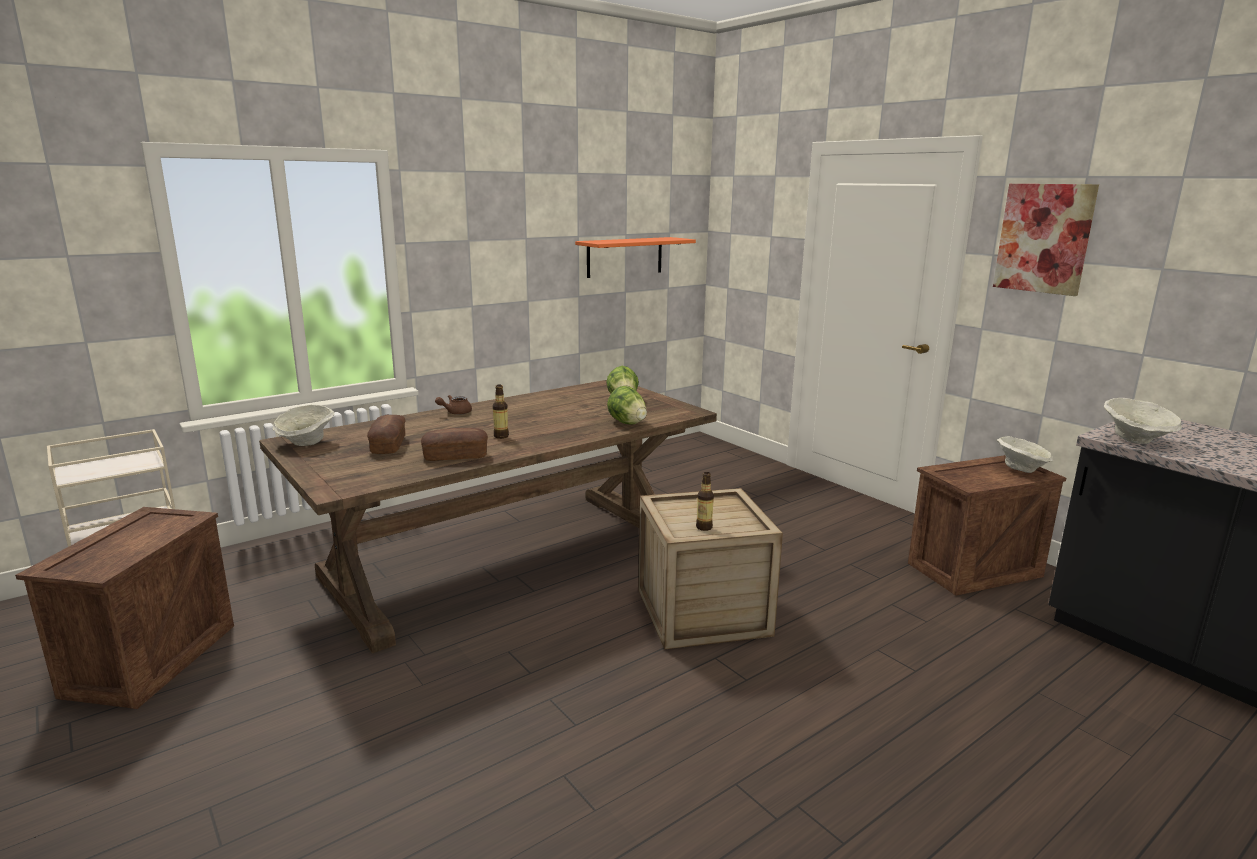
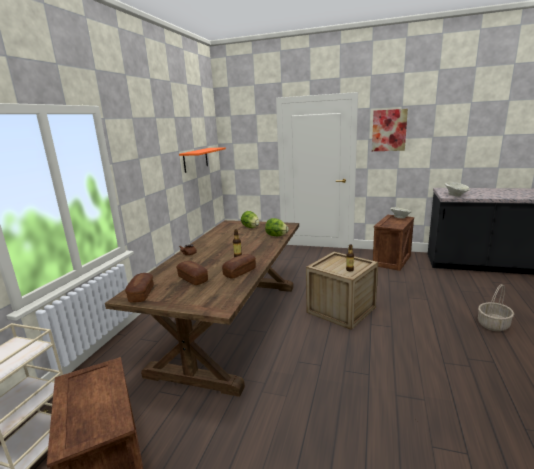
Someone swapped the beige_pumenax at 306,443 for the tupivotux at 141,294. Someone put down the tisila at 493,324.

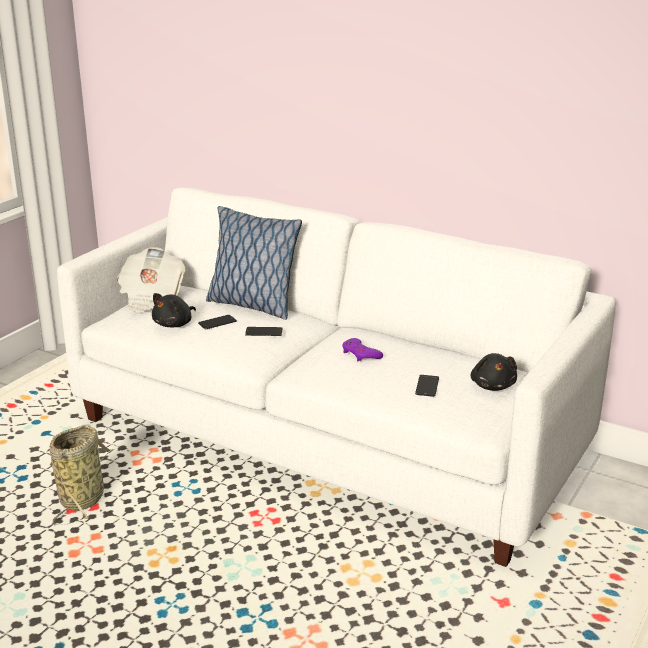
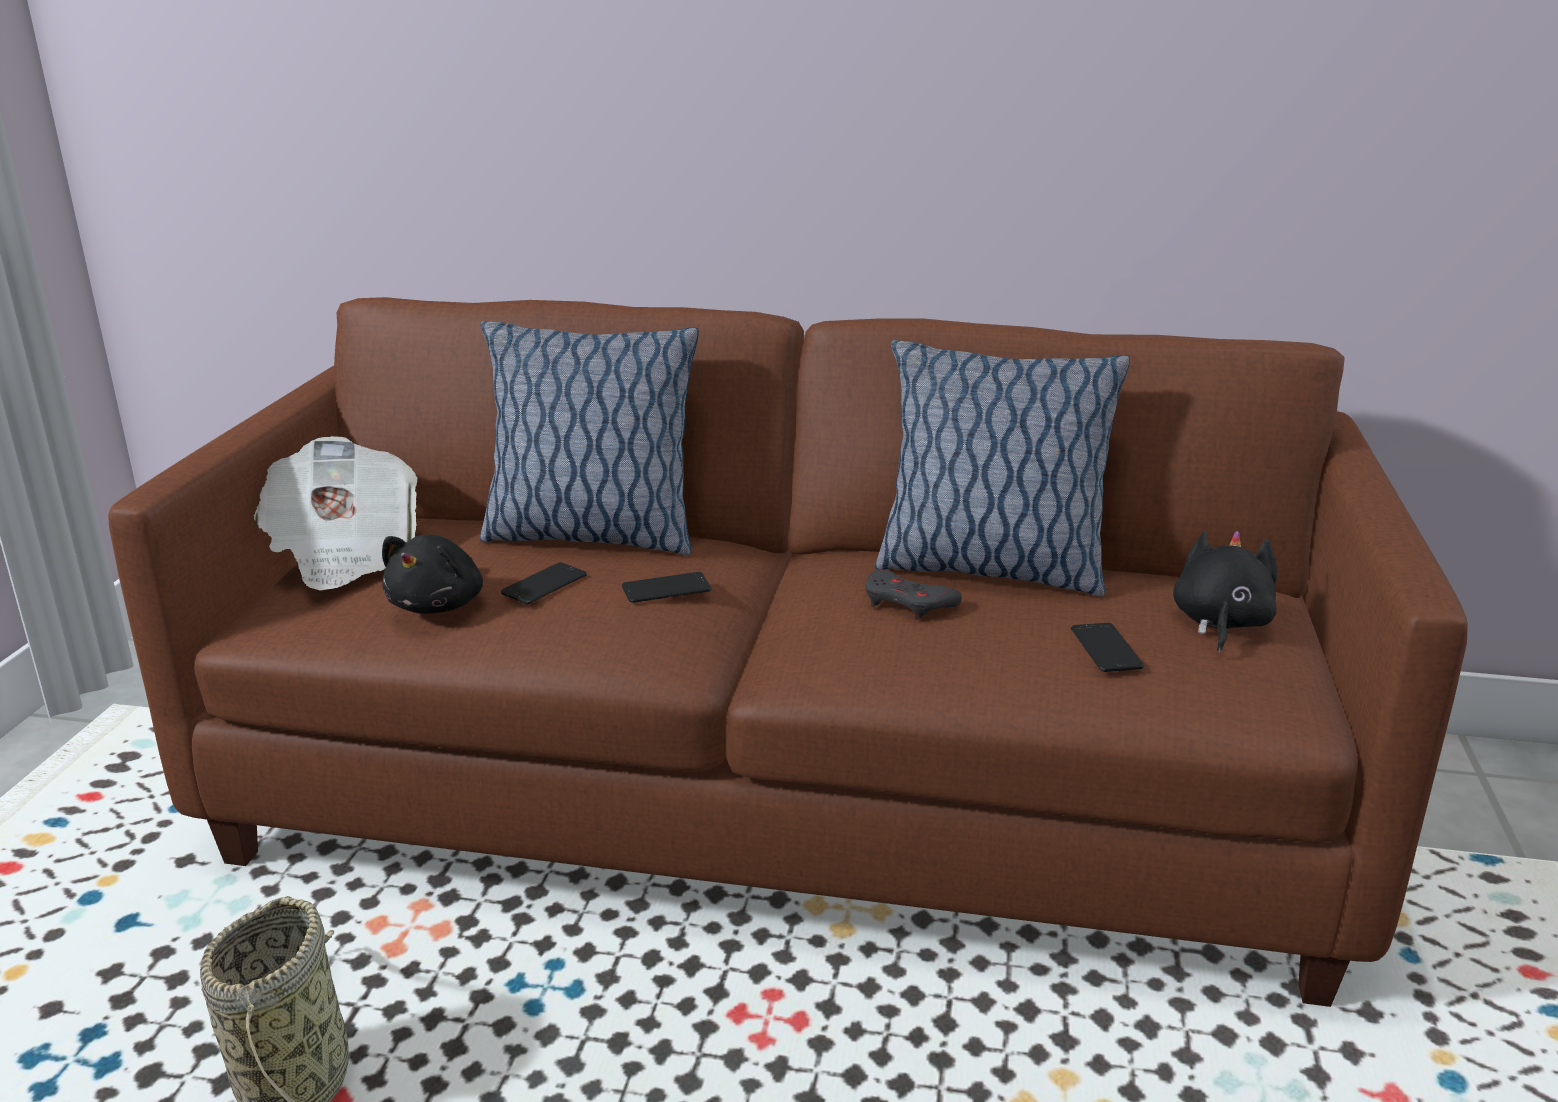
Someone repainted the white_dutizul at 325,438, which became the brown_dutizul at 781,795. Someone repainted the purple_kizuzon at 360,354, which became the grey_kizuzon at 908,602. Someone rotated the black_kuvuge at 493,385 by 135 degrees counterclockwise. Someone put down the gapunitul at 988,569.

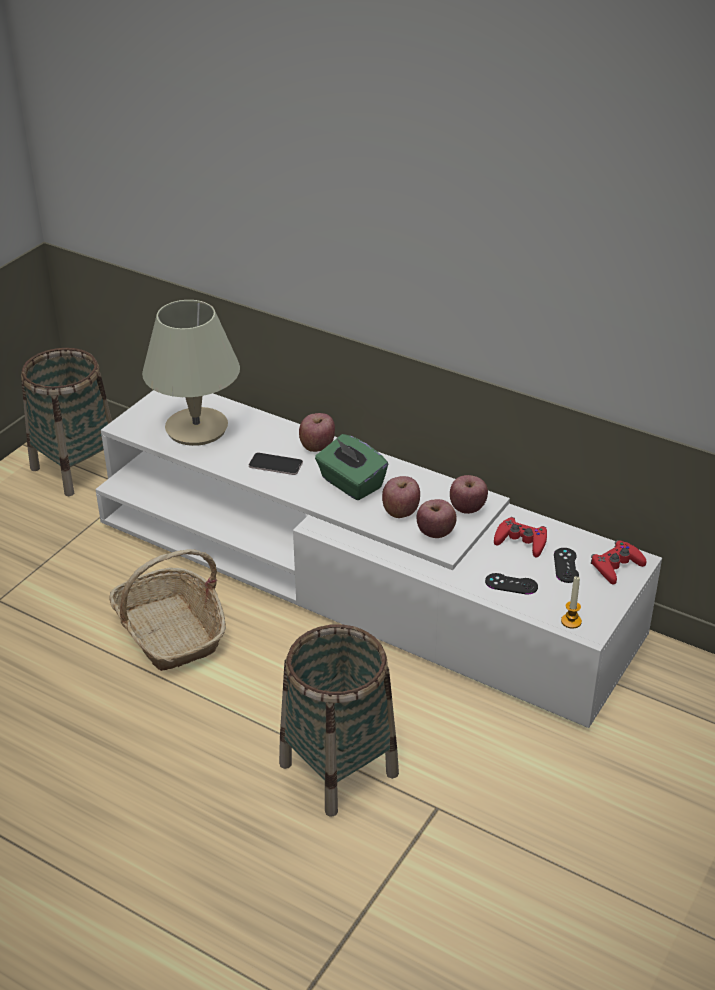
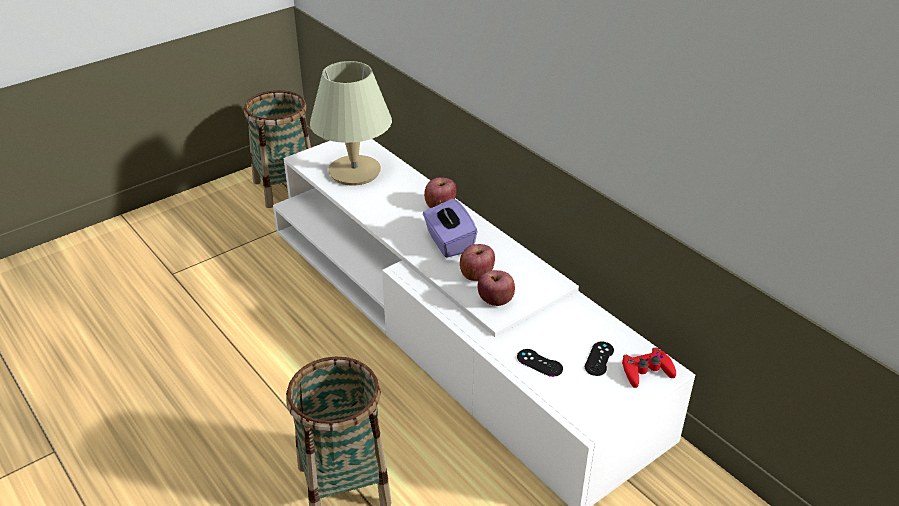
Someone repainted the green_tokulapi at 351,484, which became the purple_tokulapi at 449,242. Someone took away the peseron at 275,464. Someone took away the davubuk at 467,508. Someone took away the red_kizuzon at 521,541. Someone took away the tisila at 170,632. Someone took away the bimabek at 571,621.

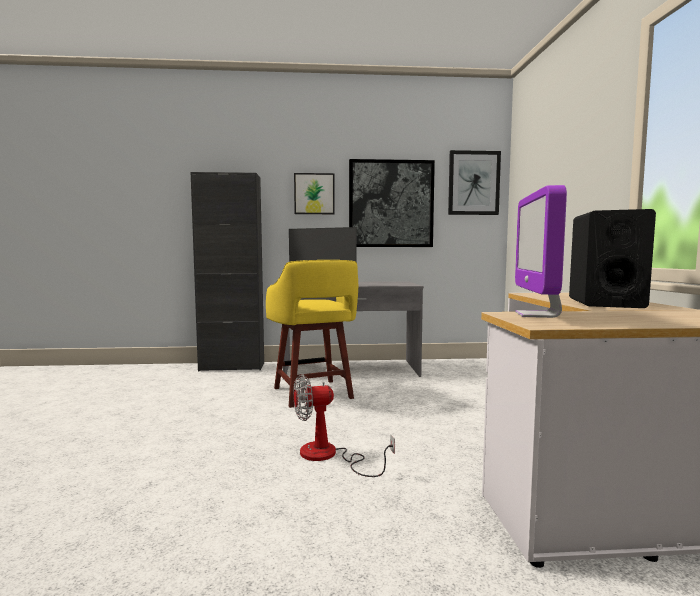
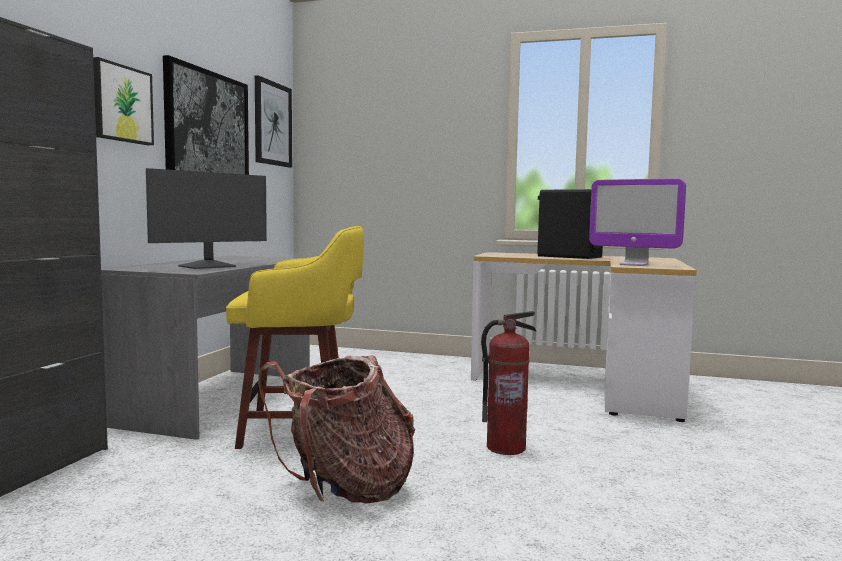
Someone swapped the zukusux at 329,456 for the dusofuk at 506,448. Someone put down the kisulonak at 345,489.

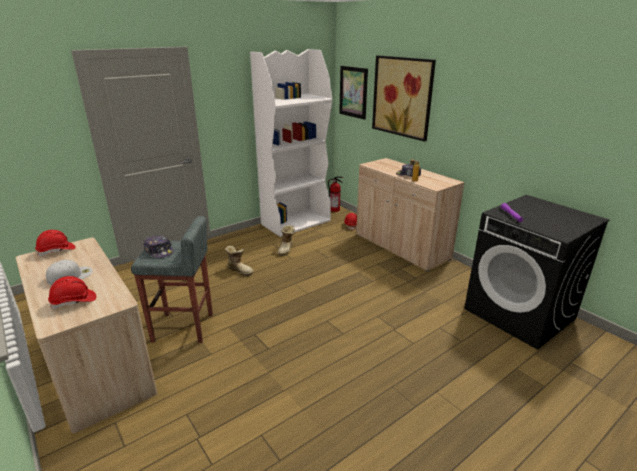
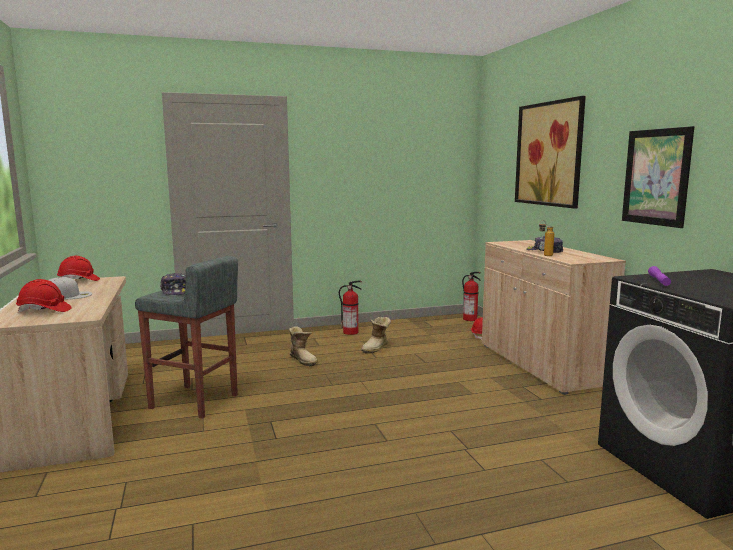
Someone took away the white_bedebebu at 296,222. Someone carried the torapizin from 353,92 to 656,177. Someone put down the dusofuk at 351,332.

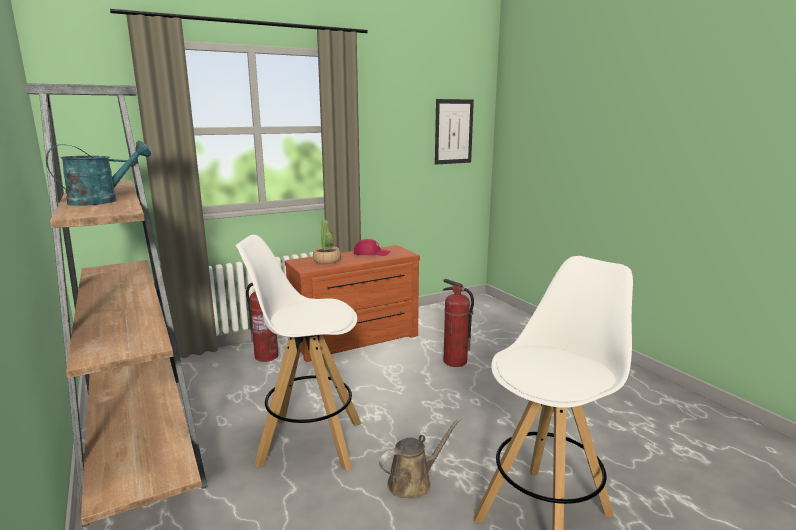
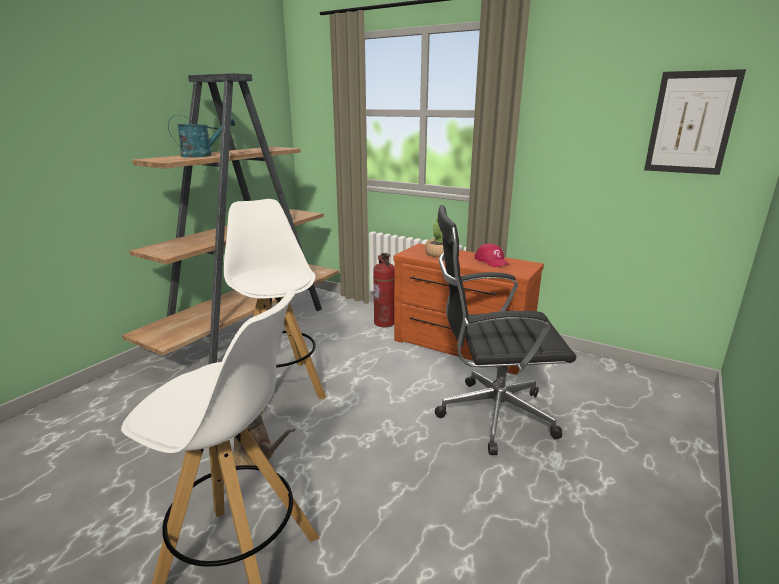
Someone rotated the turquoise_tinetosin at 102,201 by 45 degrees counterclockwise. Someone swapped the dusofuk at 455,361 for the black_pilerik at 490,415.

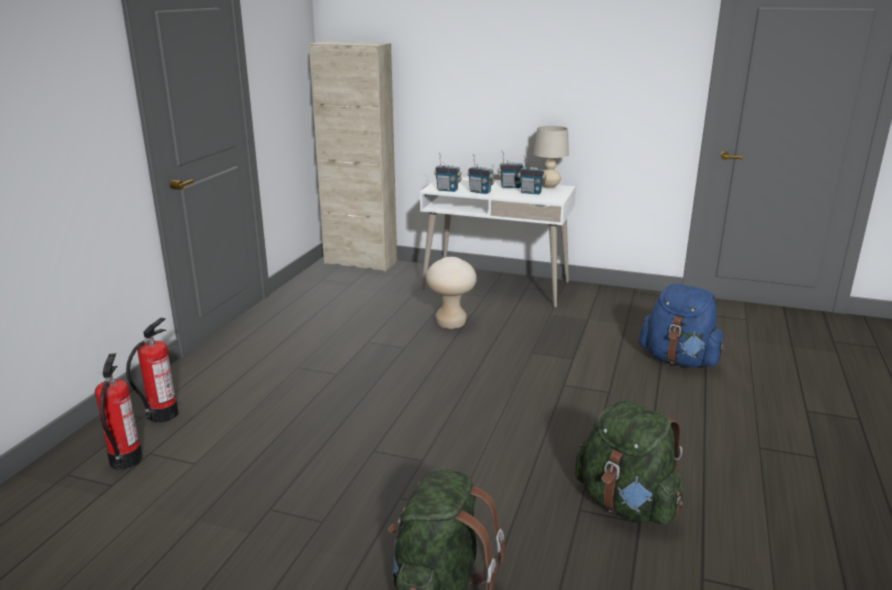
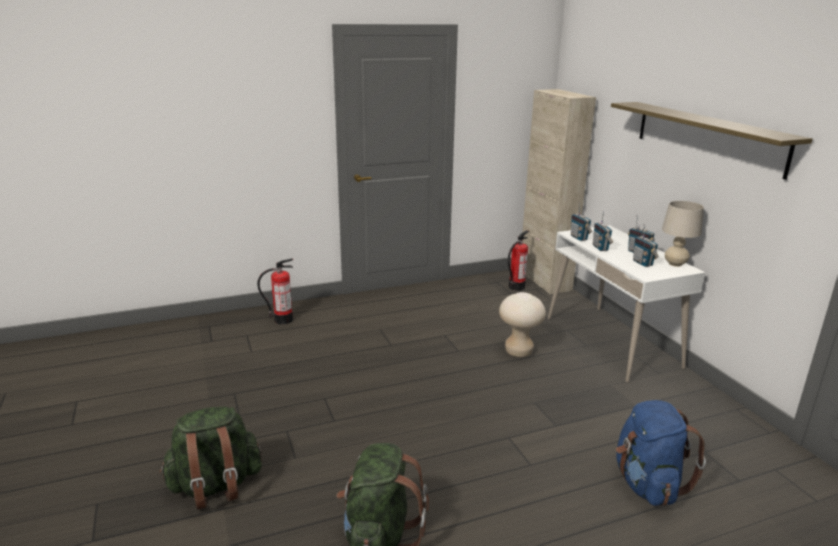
Someone carried the dusofuk from 125,460 to 516,287. Someone put up the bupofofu at 707,137.

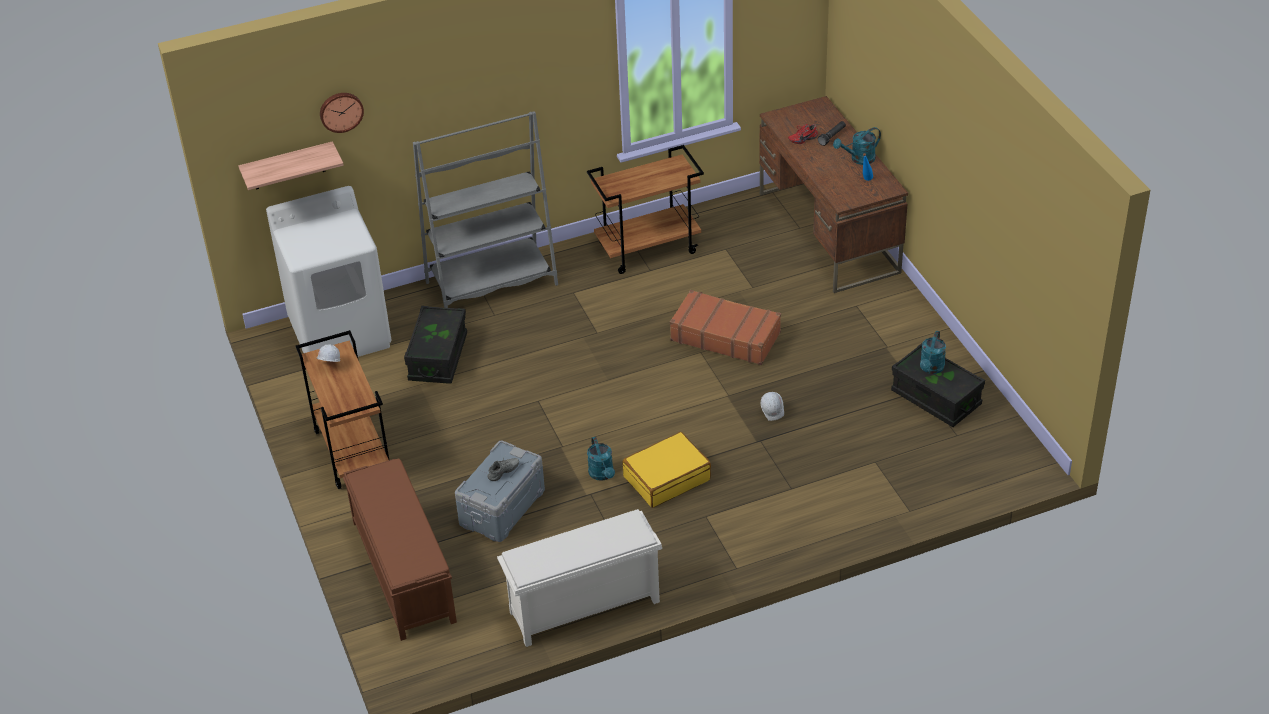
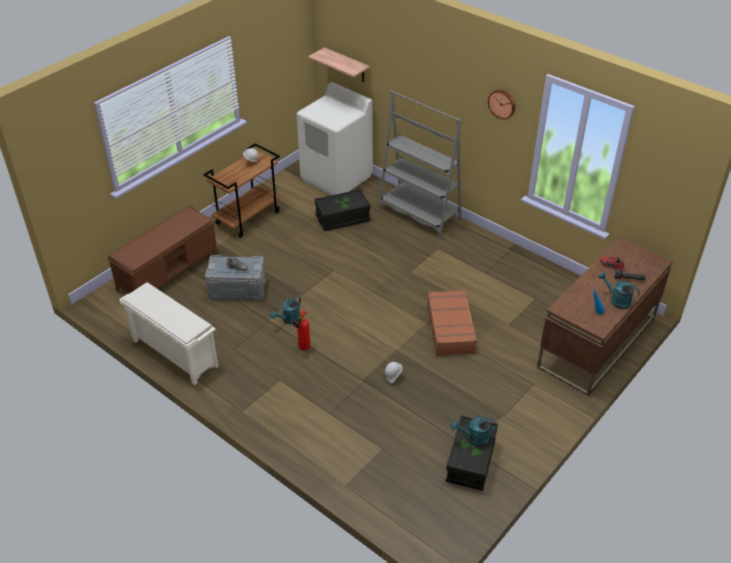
Someone carried the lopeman from 341,111 to 502,103. Someone took away the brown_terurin at 648,248. Someone swapped the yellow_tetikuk at 666,478 for the dusofuk at 303,349.

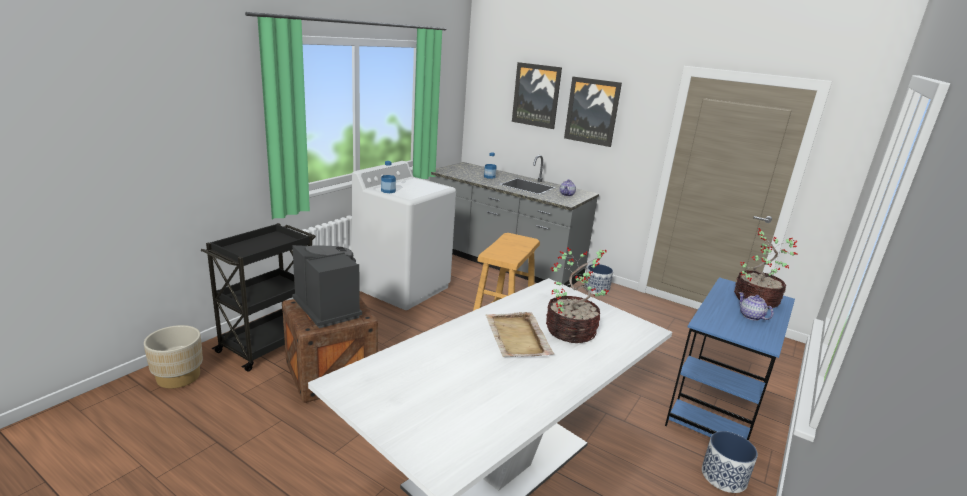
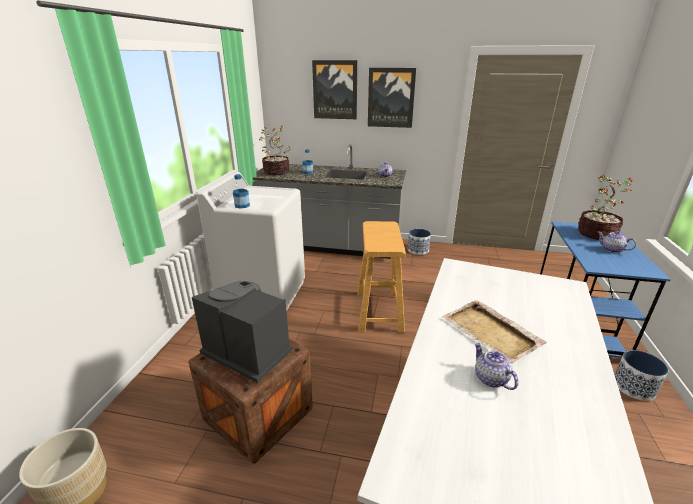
Someone took away the black_terurin at 269,344. Someone carried the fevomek from 572,331 to 277,172. Someone put down the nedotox at 490,378.

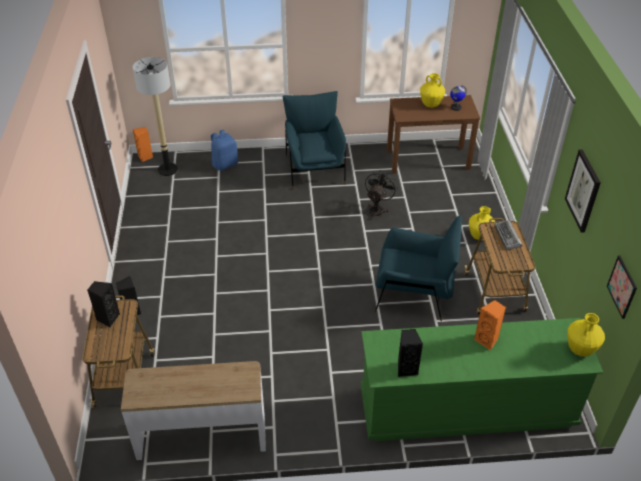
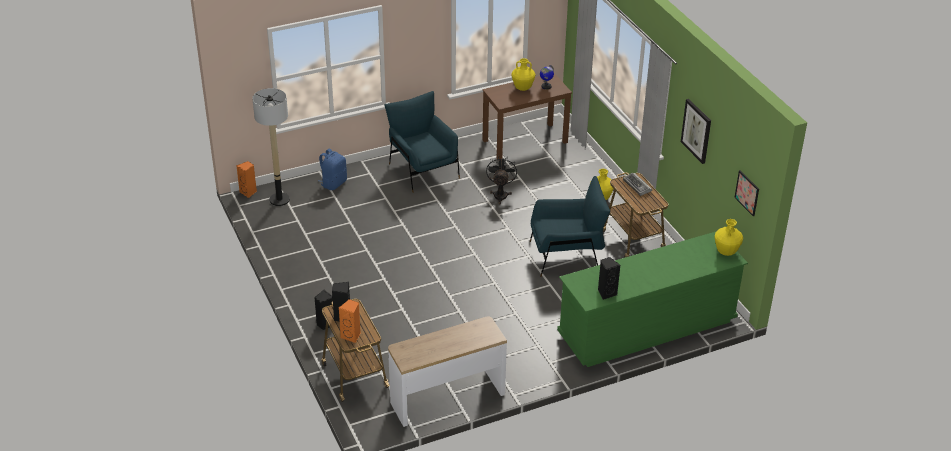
Someone carried the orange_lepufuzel from 487,340 to 351,336.

